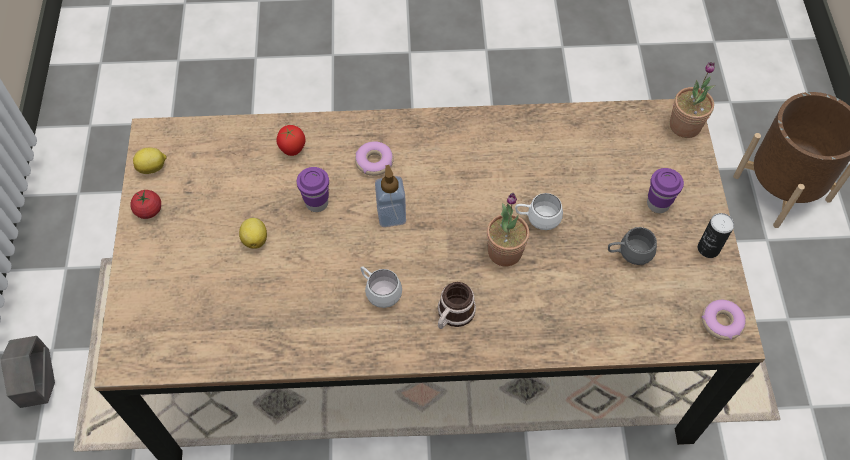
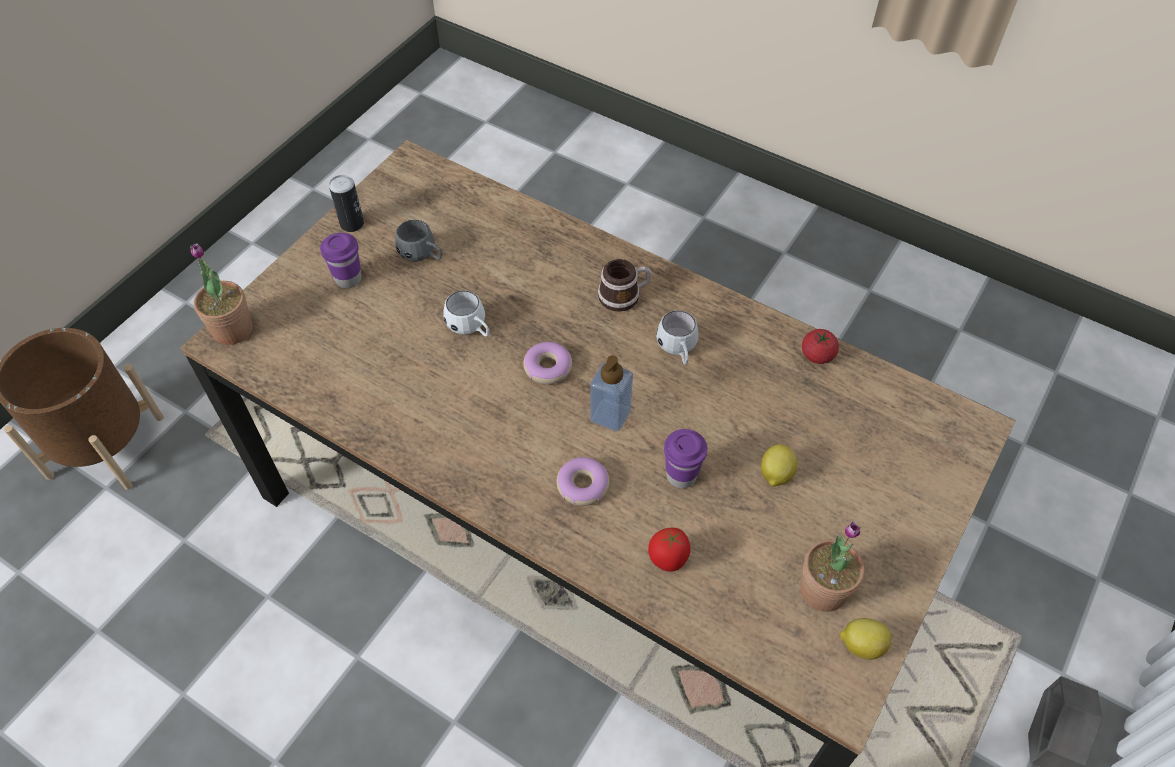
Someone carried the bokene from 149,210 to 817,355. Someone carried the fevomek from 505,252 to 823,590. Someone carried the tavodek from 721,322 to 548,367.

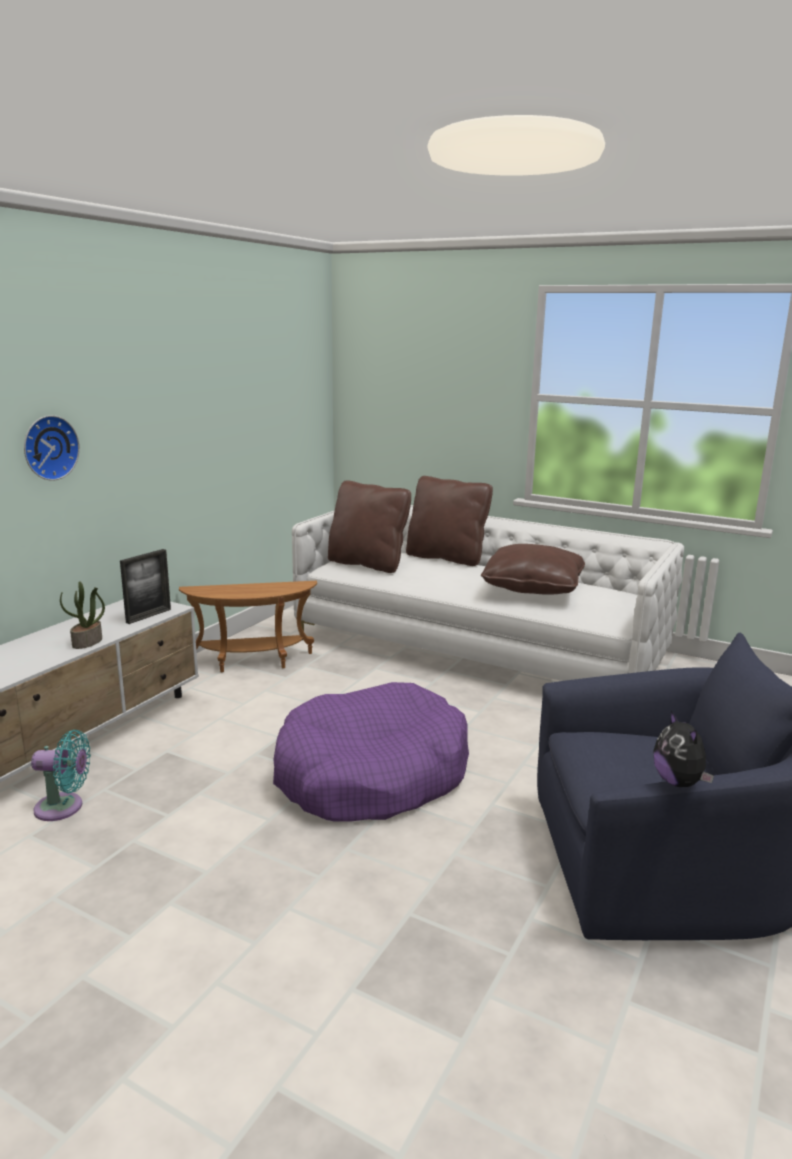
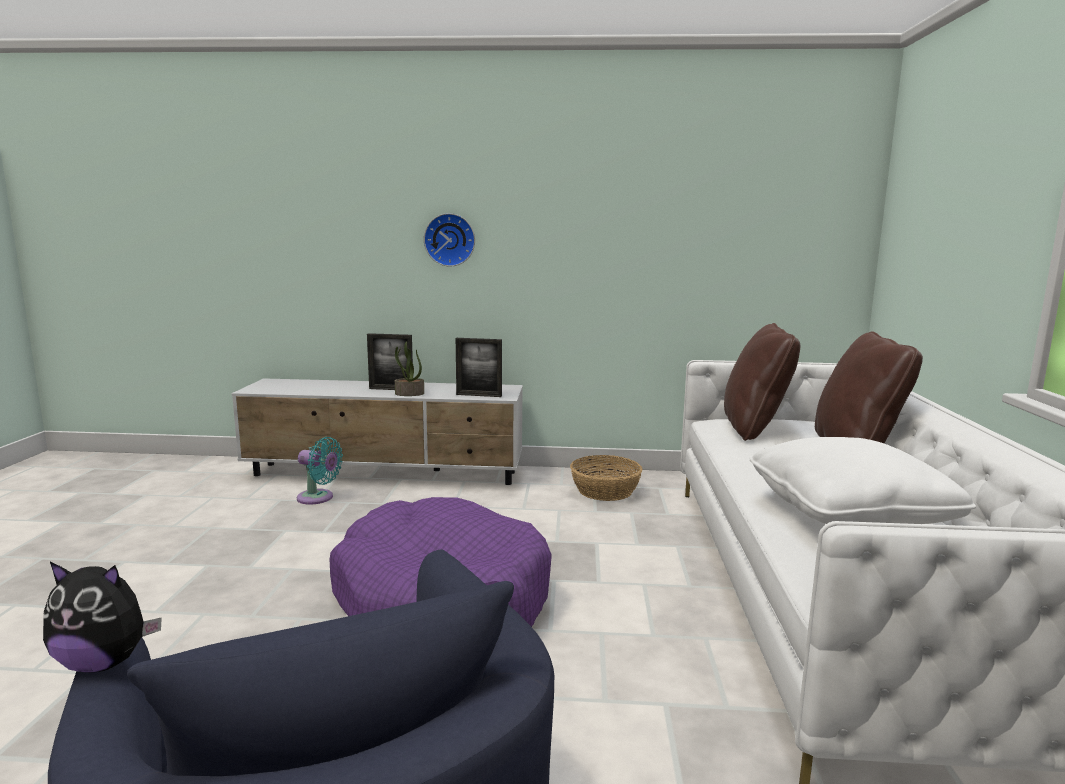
Someone repainted the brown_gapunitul at 532,587, which became the white_gapunitul at 848,512. Someone swapped the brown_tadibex at 252,662 for the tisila at 605,491. Someone rotated the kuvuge at 679,782 by 135 degrees counterclockwise. Someone rotated the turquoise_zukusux at 64,807 by 45 degrees counterclockwise. Someone put down the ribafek at 391,389.

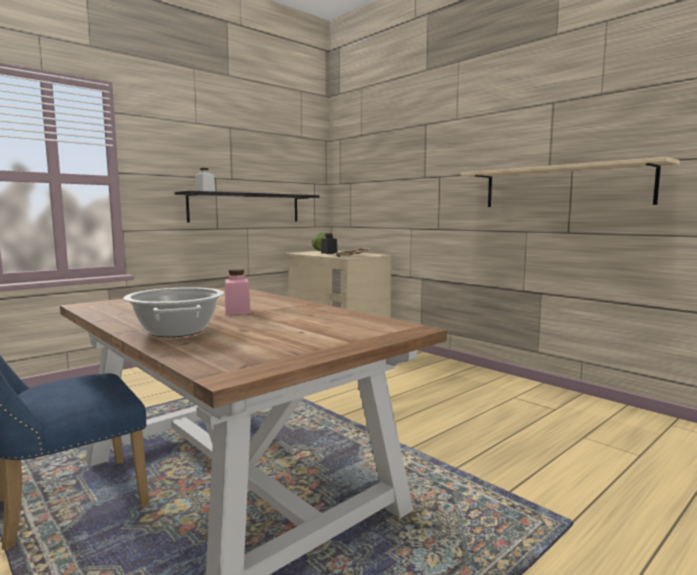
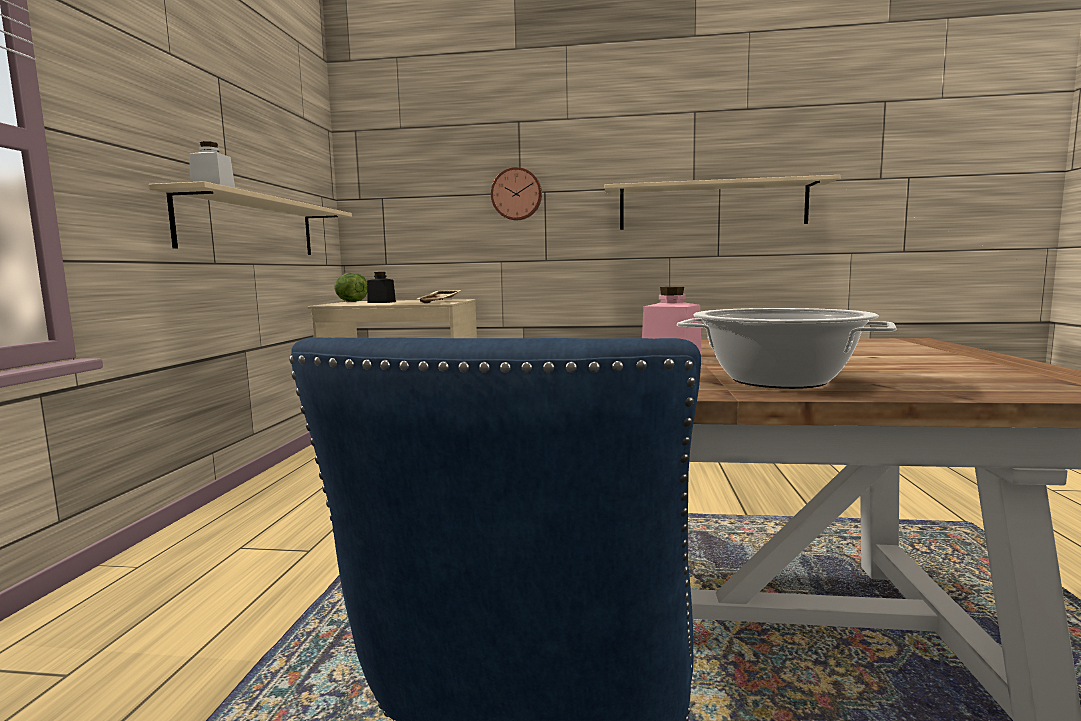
Someone repainted the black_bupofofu at 246,208, which became the beige_bupofofu at 251,227. Someone put up the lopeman at 516,194.

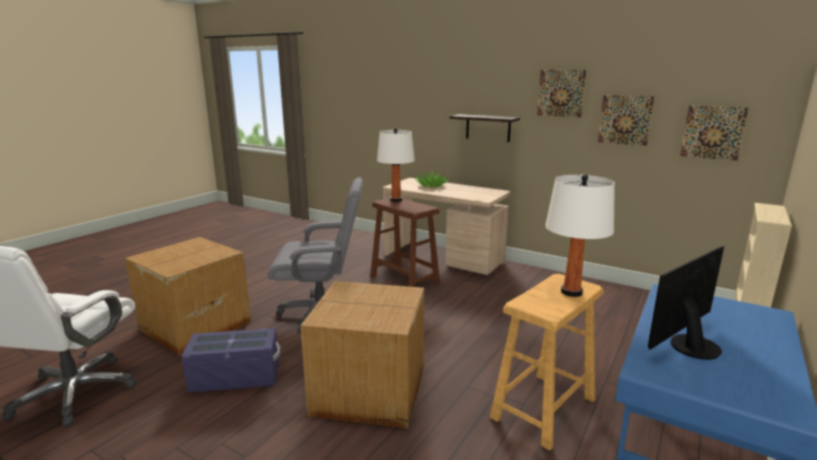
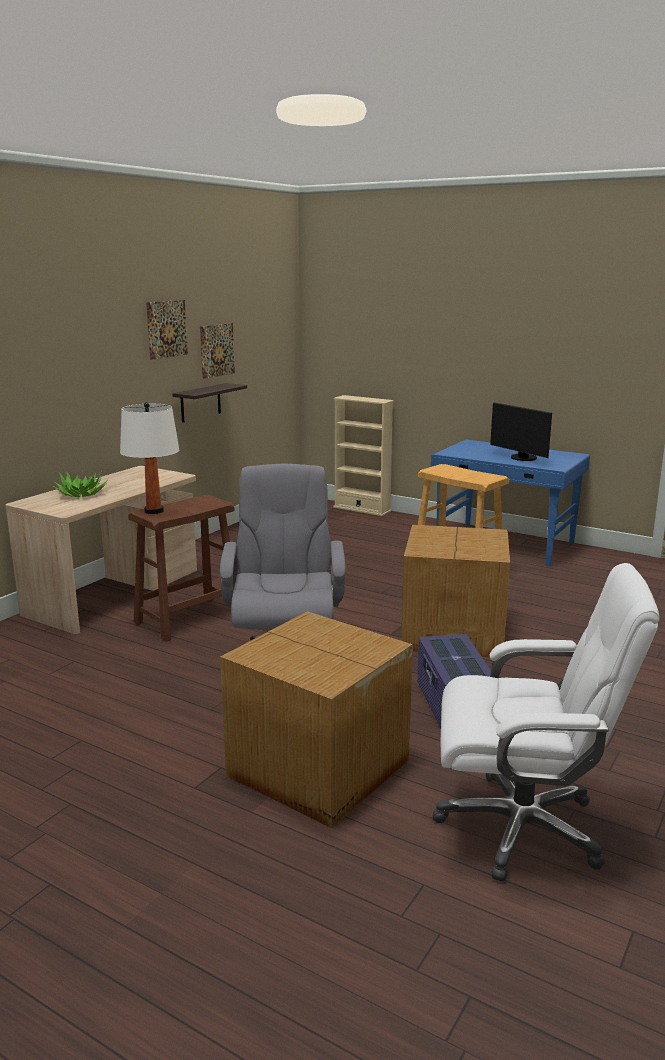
Someone took away the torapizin at 712,132. Someone carried the bupofofu from 488,128 to 200,402. Someone took away the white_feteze at 571,292.

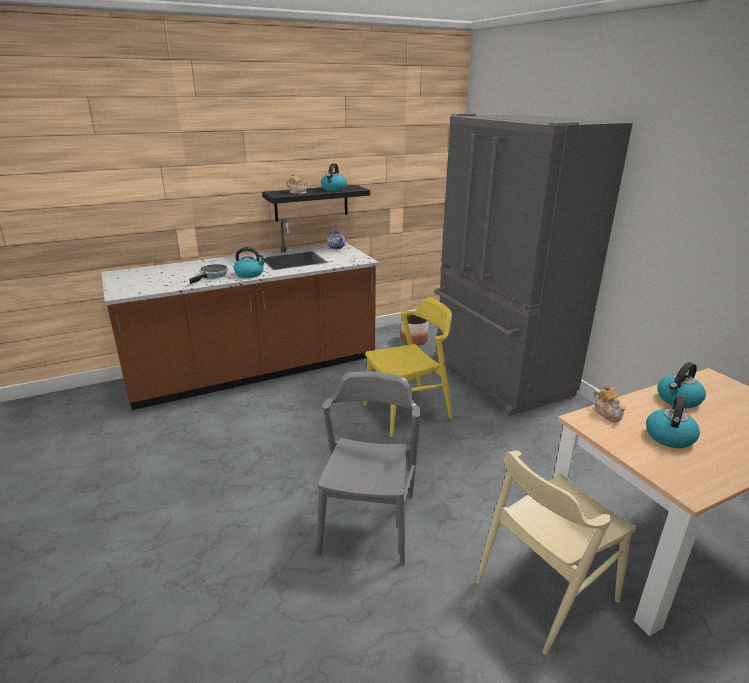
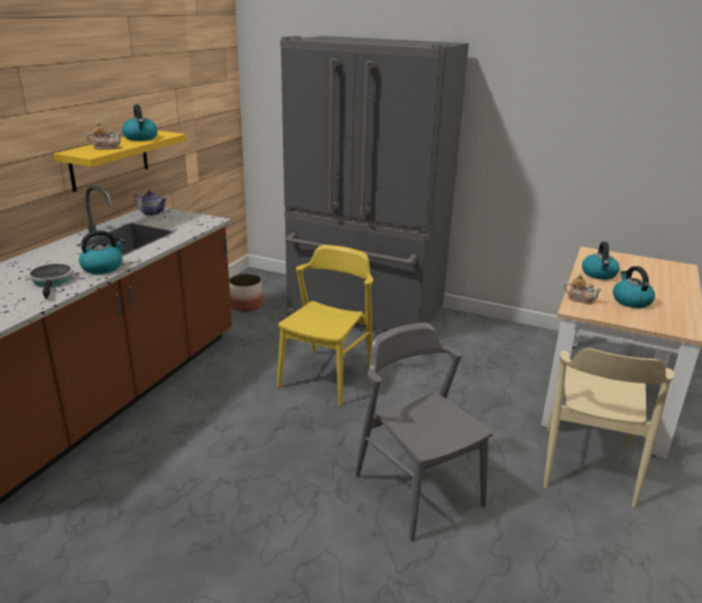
Someone repainted the black_bupofofu at 311,203, which became the yellow_bupofofu at 109,160.

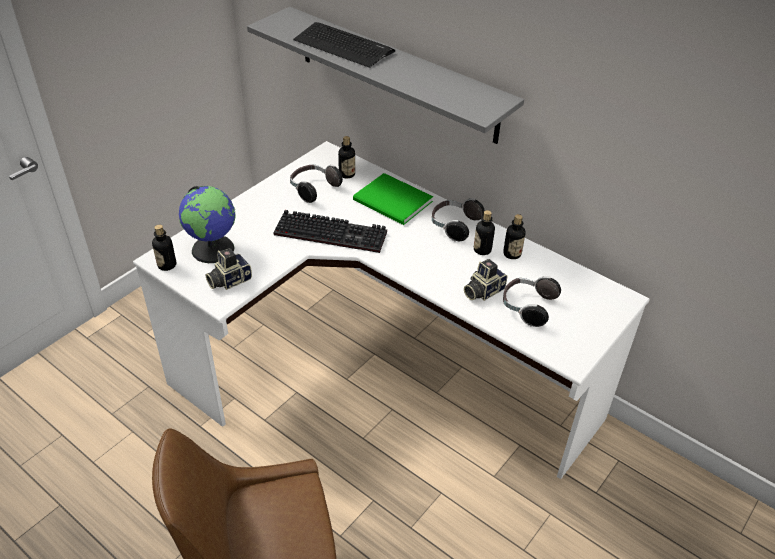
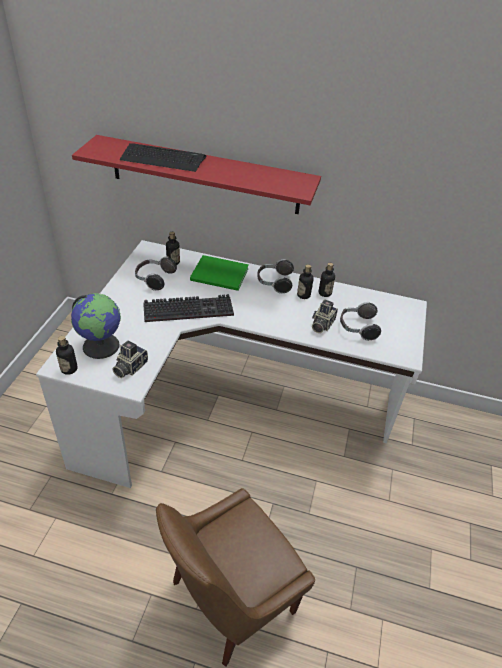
Someone repainted the grey_bupofofu at 396,74, which became the red_bupofofu at 204,175.

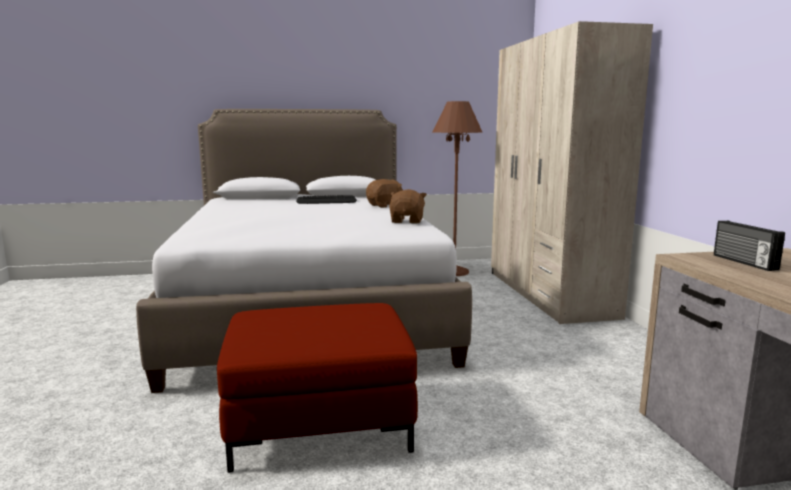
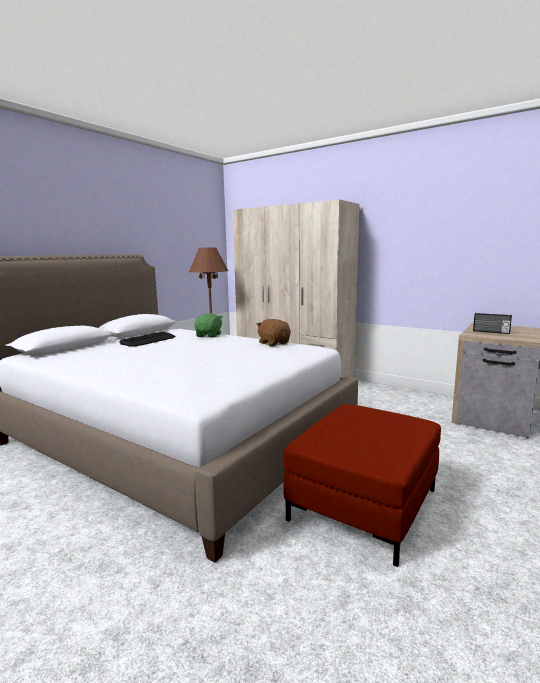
Someone repainted the brown_kuvuge at 385,206, which became the green_kuvuge at 209,335.

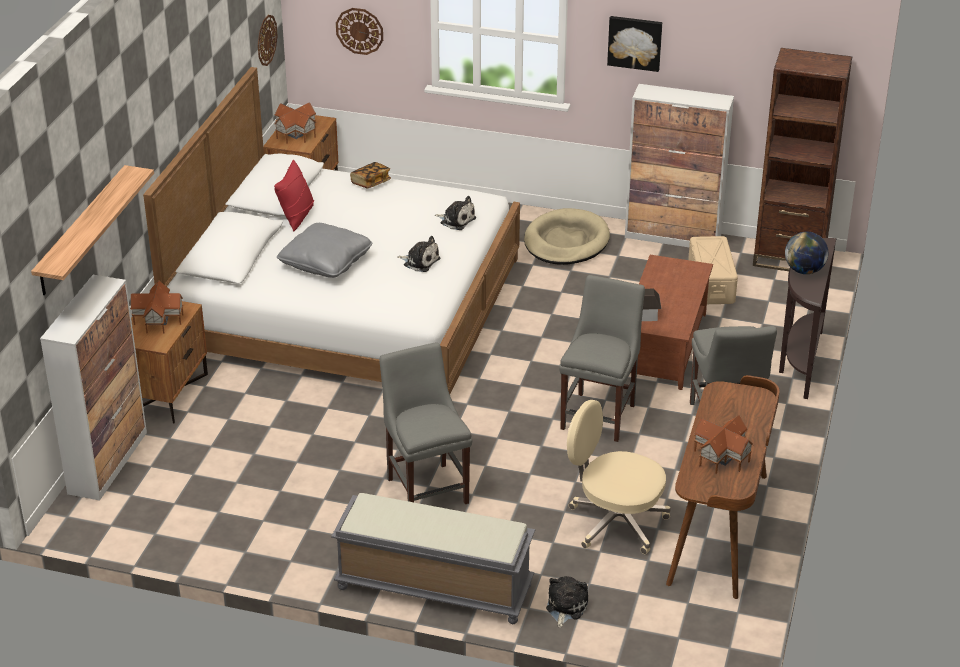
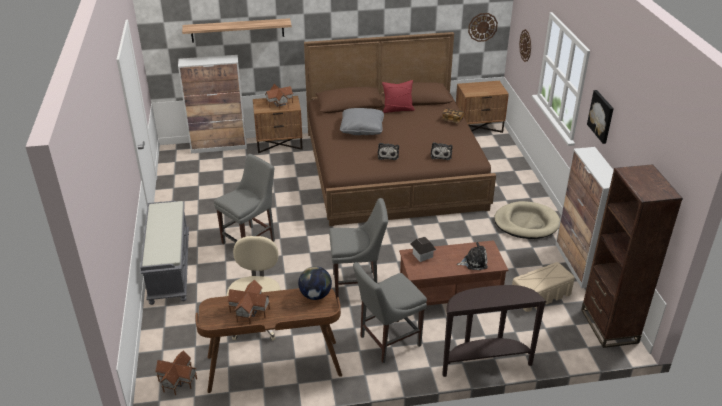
Someone repainted the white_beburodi at 347,304, which became the brown_beburodi at 392,169. Someone carried the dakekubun from 297,133 to 178,380. Someone carried the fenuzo from 804,270 to 315,295. Someone carried the kuvuge from 565,607 to 474,262.

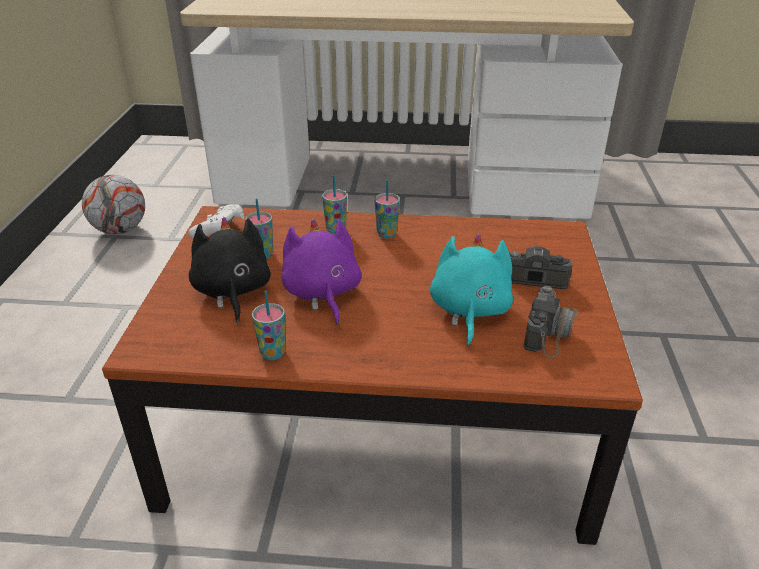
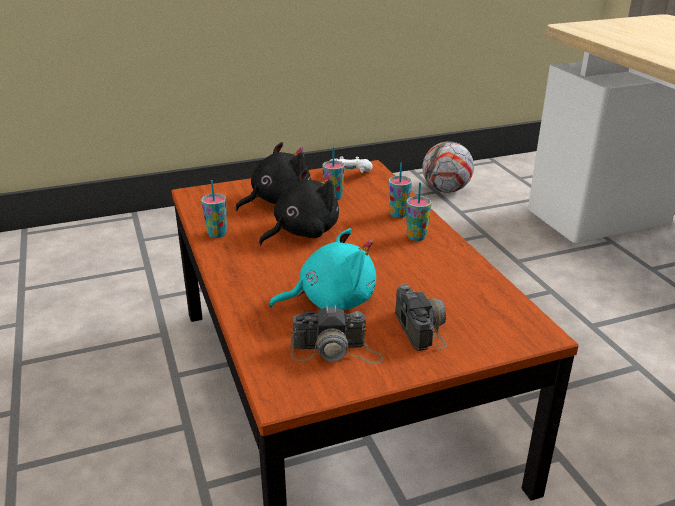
Someone repainted the purple_kuvuge at 322,293, which became the black_kuvuge at 302,232.

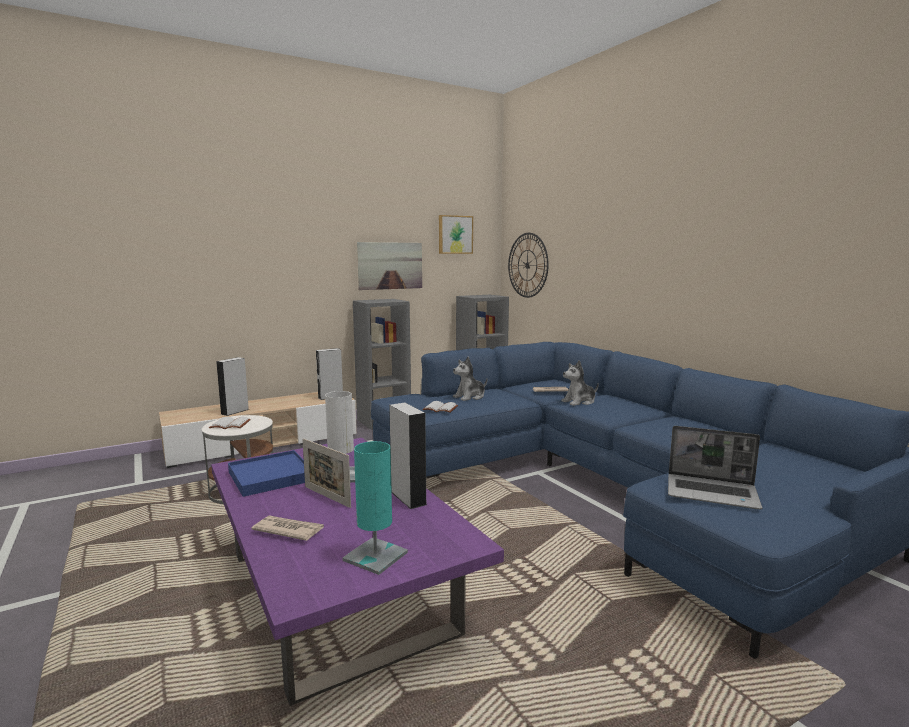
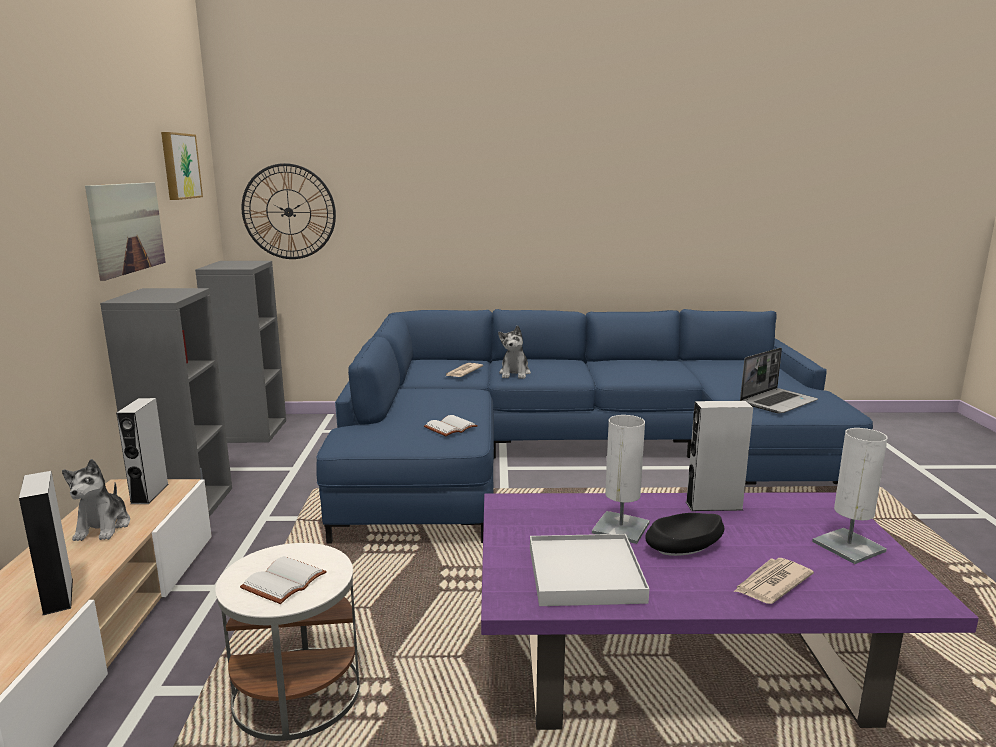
Someone carried the kuvuge from 470,397 to 103,527. Someone swapped the ribafek at 327,497 for the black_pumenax at 684,547. Someone repainted the turquoise_feteze at 375,556, which became the white_feteze at 848,546. Someone repainted the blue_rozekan at 271,476, which became the white_rozekan at 584,574.

